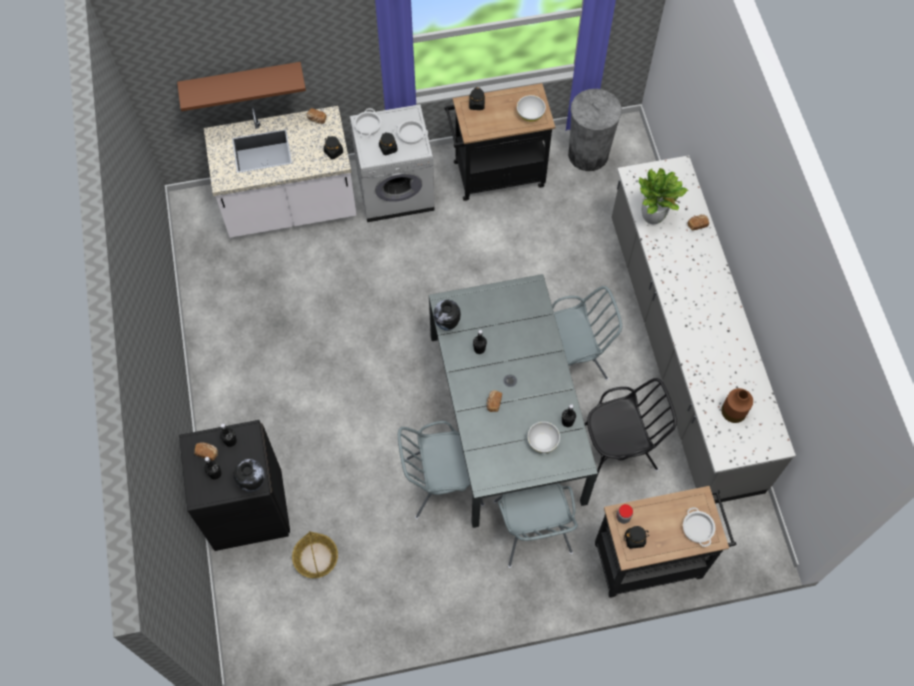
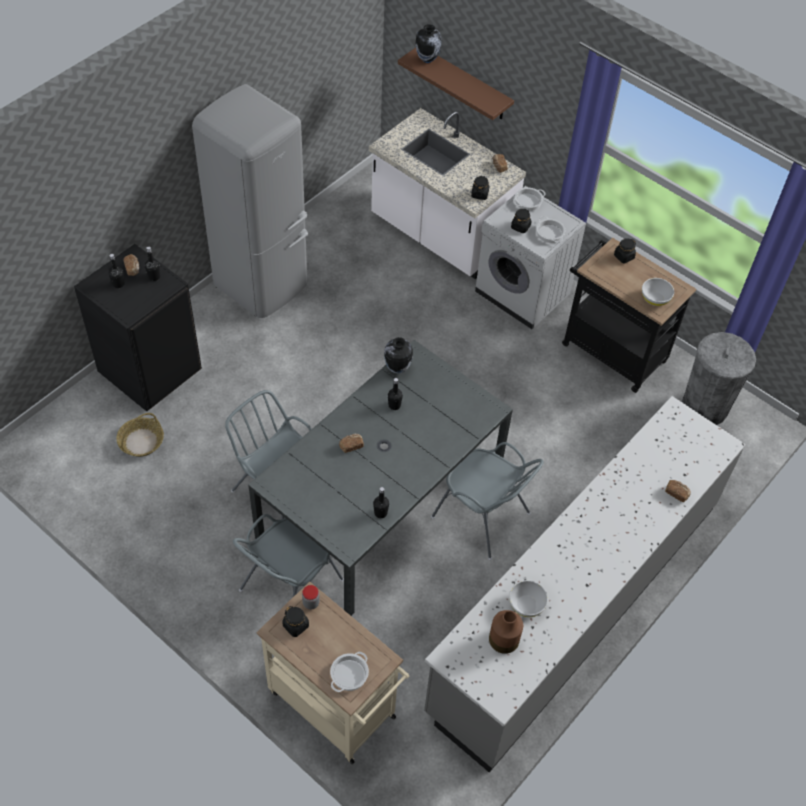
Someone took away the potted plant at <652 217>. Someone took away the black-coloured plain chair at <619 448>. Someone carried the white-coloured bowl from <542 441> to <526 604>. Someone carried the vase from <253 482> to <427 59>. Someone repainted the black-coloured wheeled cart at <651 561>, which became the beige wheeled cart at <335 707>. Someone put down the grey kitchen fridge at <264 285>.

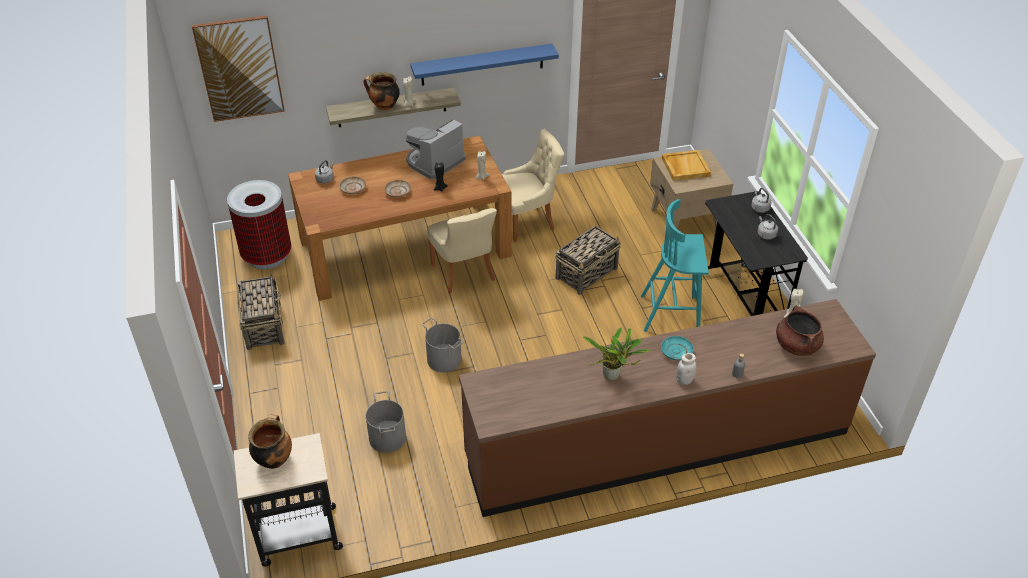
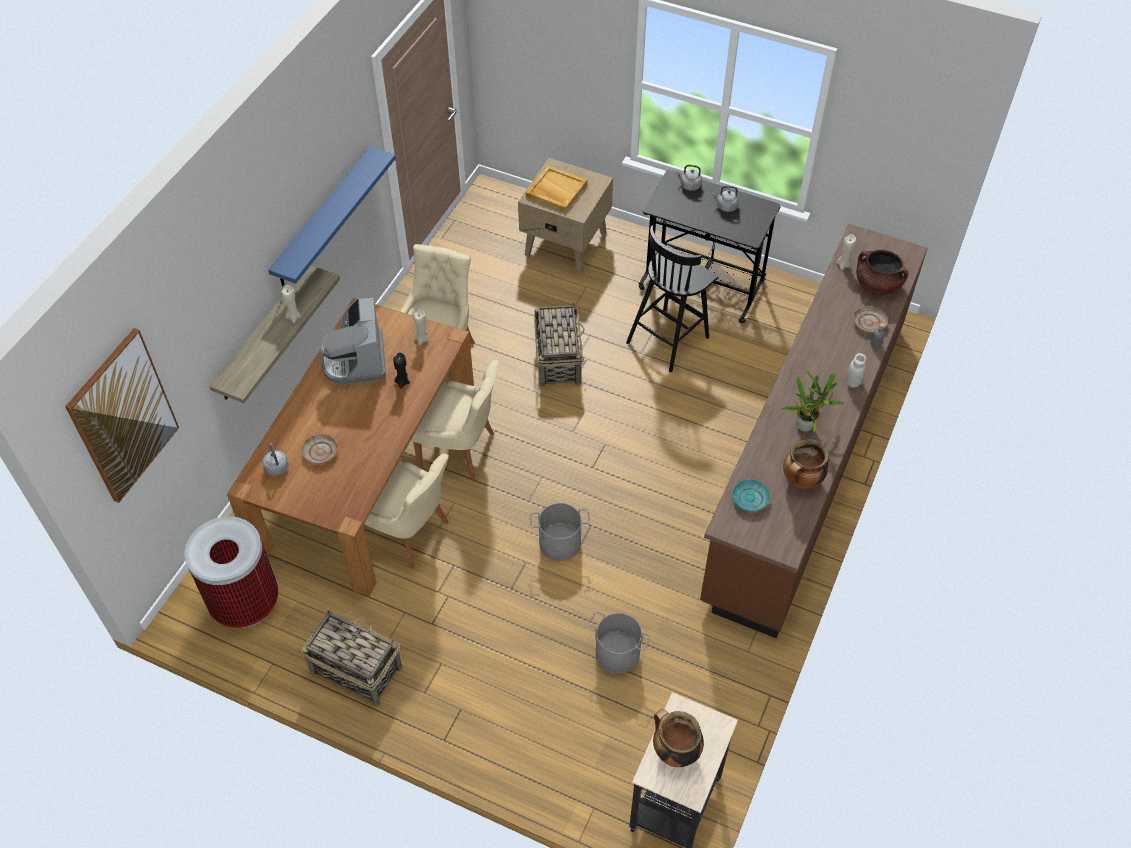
Someone carried the saucepot from <384 106> to <801 481>. Someone carried the beige flat dish from <398 192> to <869 323>. Someone repainted the turquoise-coloured sitting stool at <672 313>, which became the black-coloured sitting stool at <669 338>. Someone carried the turquoise-coloured flat dish from <676 351> to <750 499>. Someone put down the beige plain chair at <409 533>.

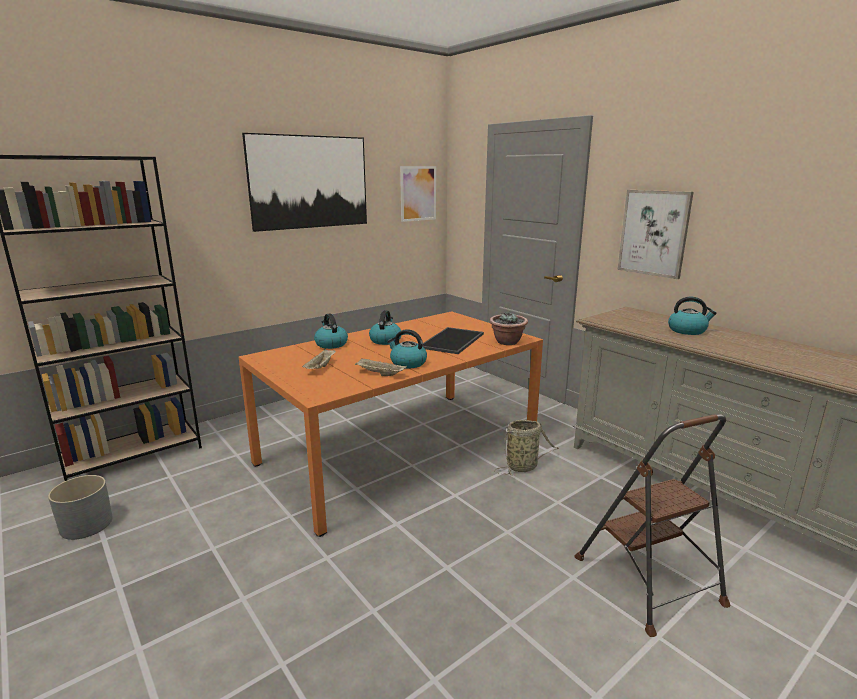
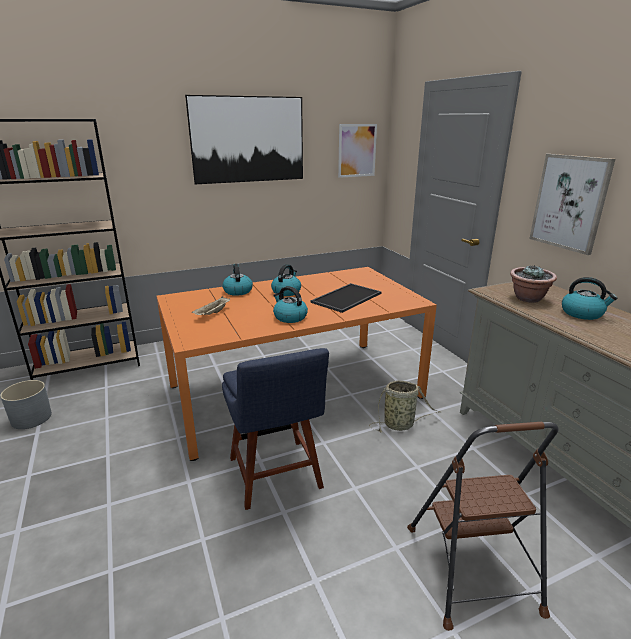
Someone carried the potted plant from <507 342> to <528 298>. Someone took away the beige serving tray at <379 374>. Someone put down the blue-coloured plain chair at <276 476>.

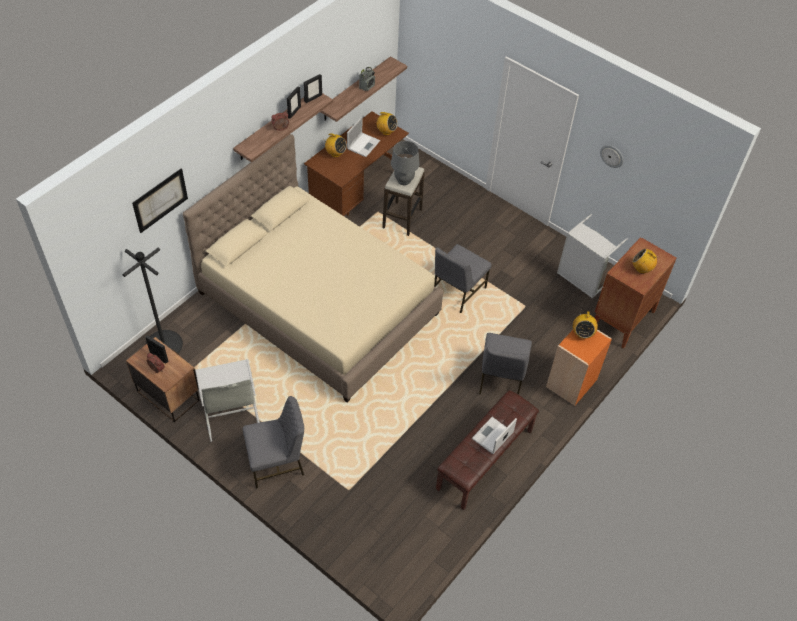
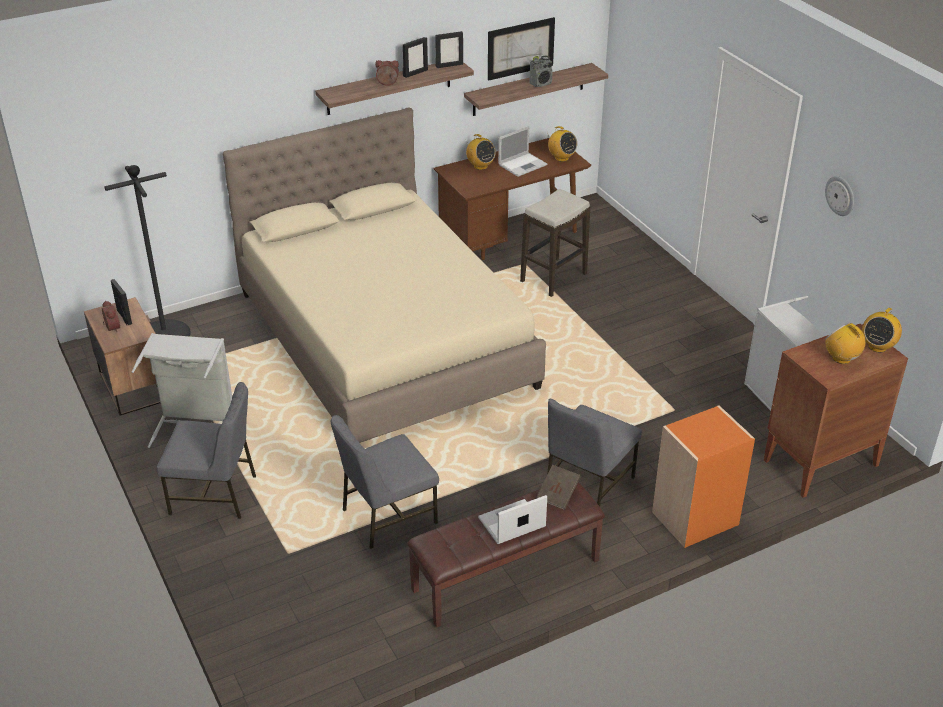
Someone took away the grey tabletop lamp at <404 180>. Someone carried the wall art from <160 200> to <520 48>. Someone carried the grey plain chair from <457 292> to <387 516>. Someone carried the radio receiver from <582 333> to <877 346>. Someone put down the brownish bound book at <558 494>.

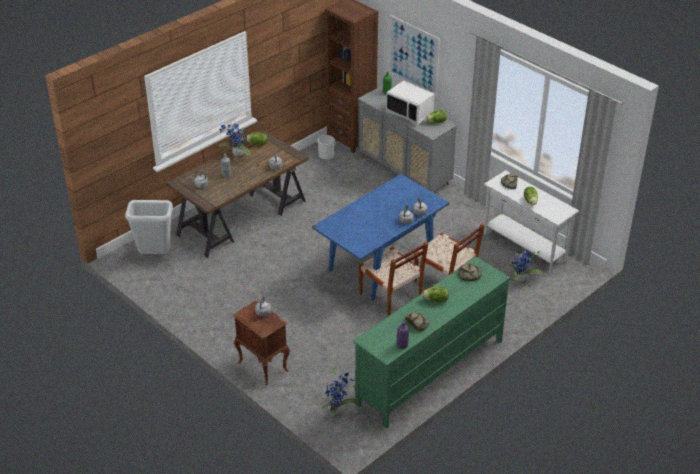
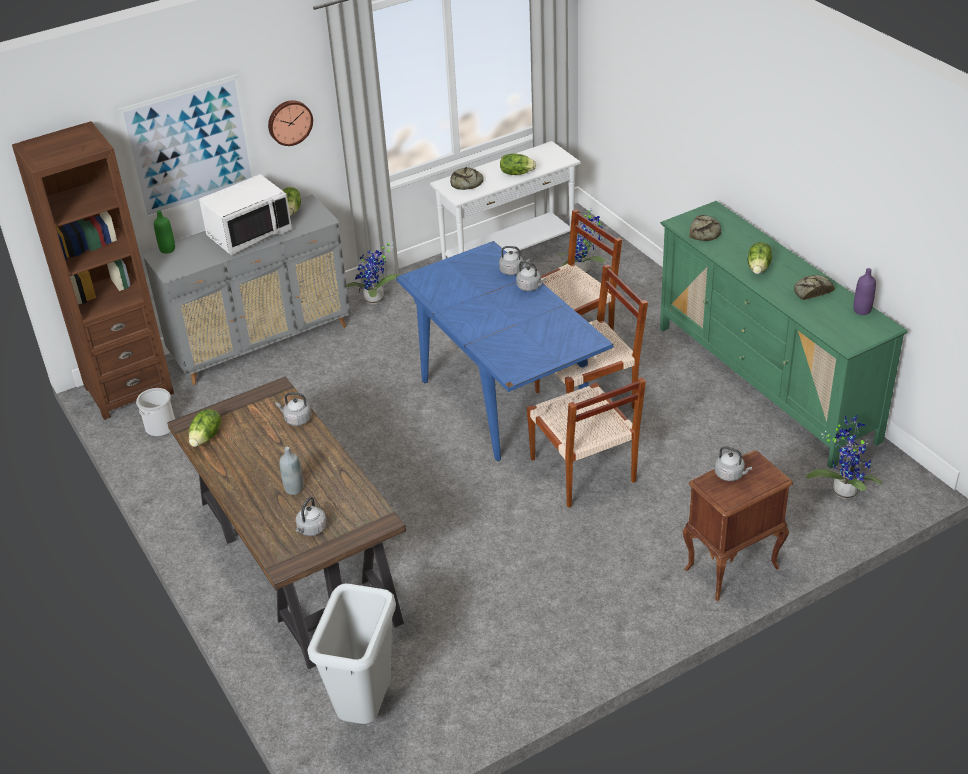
Someone carried the potted plant from <237 155> to <375 301>. Someone put up the wall clock at <289 122>. Someone put down the plain chair at <583 473>.

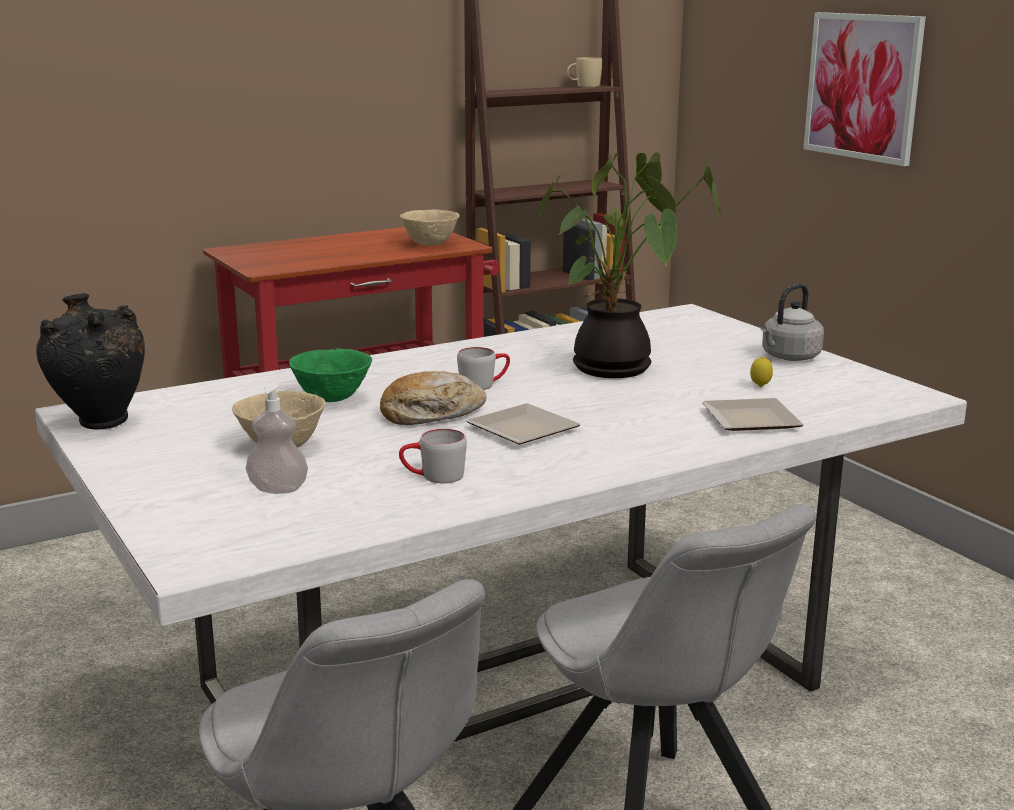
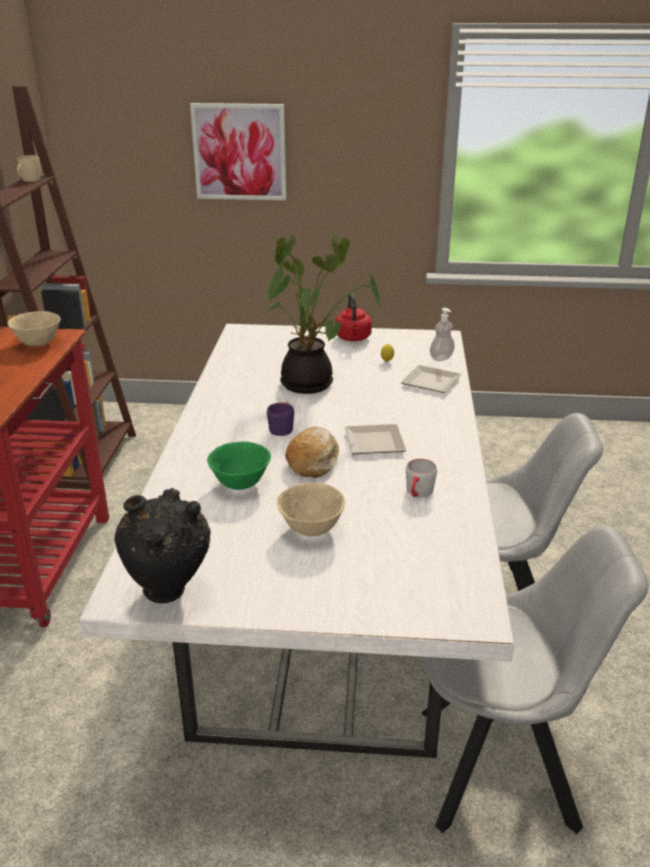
Someone repainted the grey kettle at <788 357>, which became the reddish kettle at <353 338>. Someone repainted the grey mug at <484 384>, which became the purplish mug at <282 427>. Someone carried the soap dispenser from <278 489> to <441 358>.

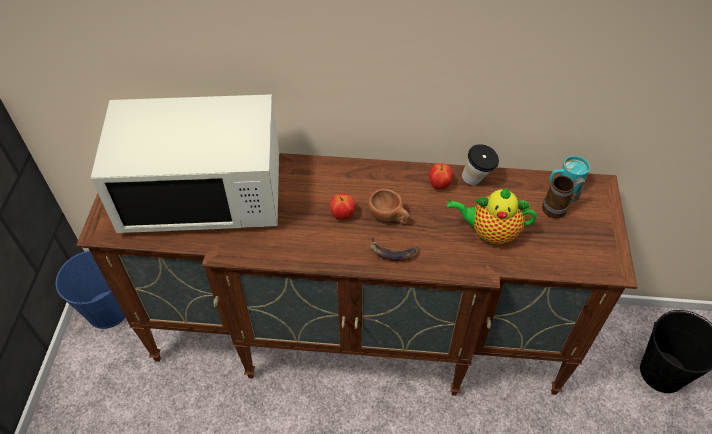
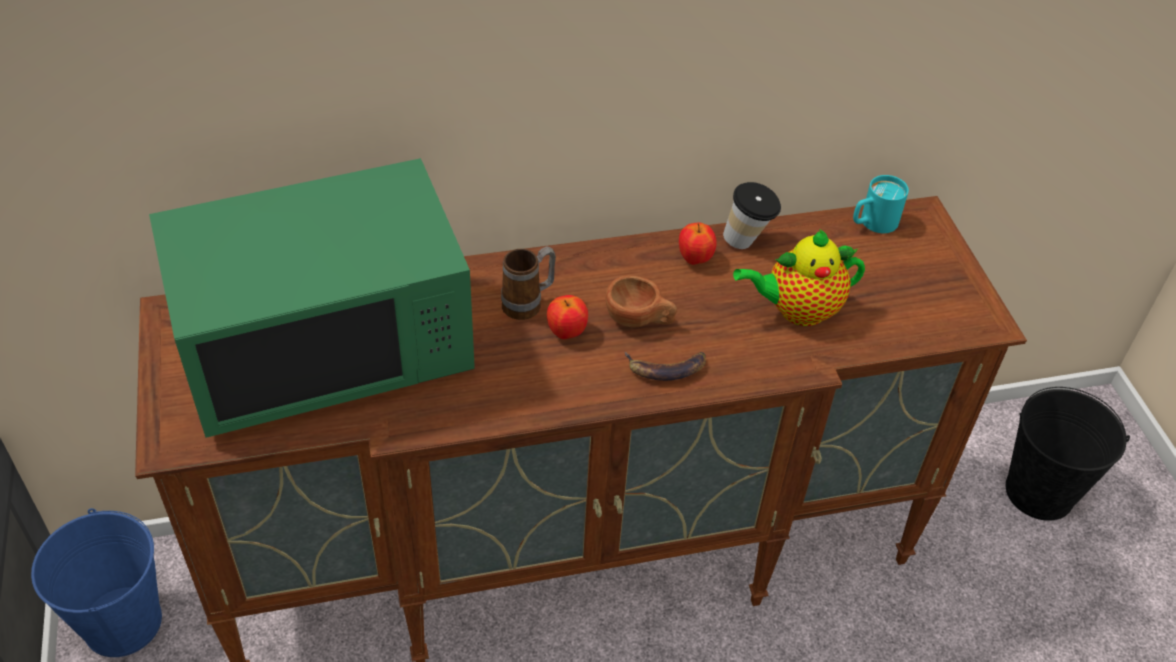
Someone repainted the white-coloured microwave at <203 195>, which became the green-coloured microwave at <327 349>. Someone carried the mug from <559 208> to <529 304>.

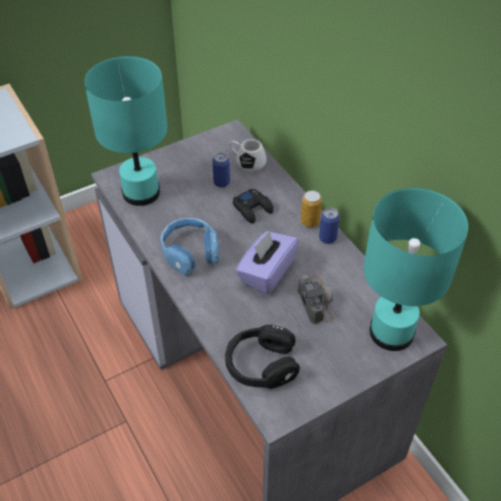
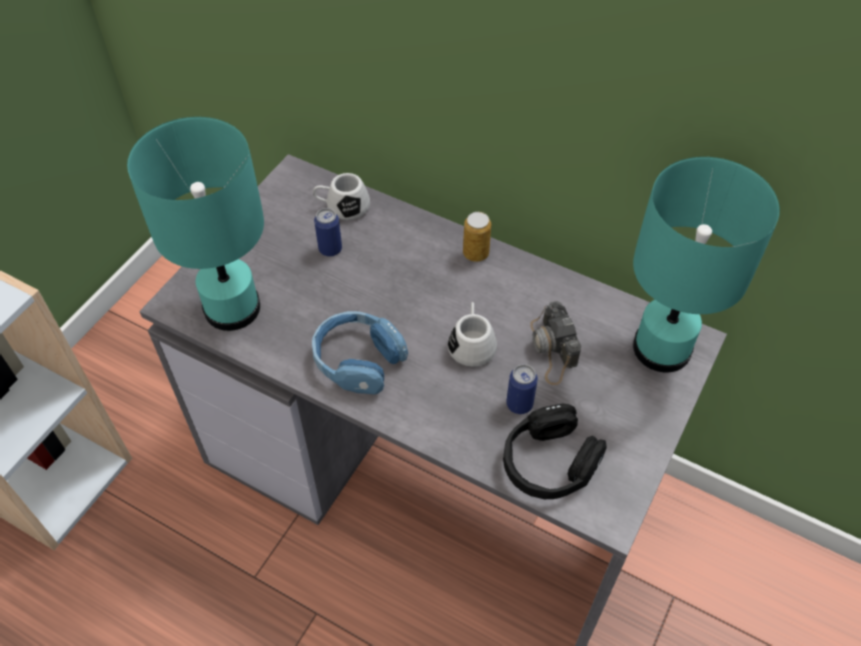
Someone took away the black-coloured joypad at <253 209>. Someone carried the sealed can from <327 238> to <519 404>. Someone swapped the purplish box of tissues at <266 273> for the white-coloured mug at <471 343>. Someone rotated the still camera at <315 299> by 150 degrees counterclockwise.

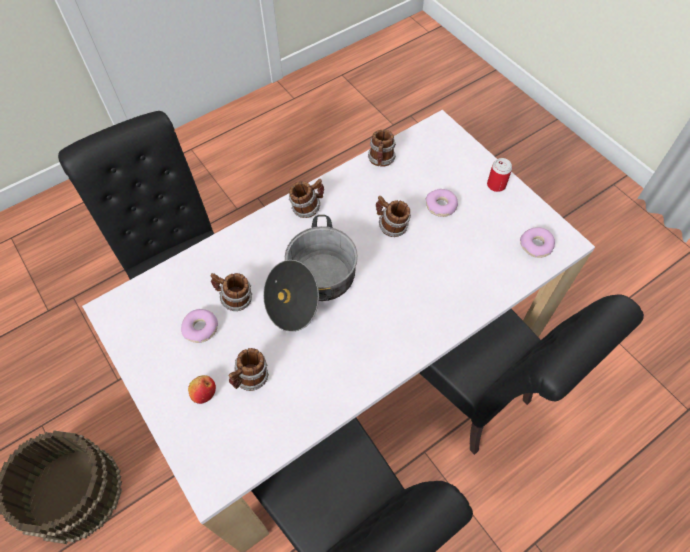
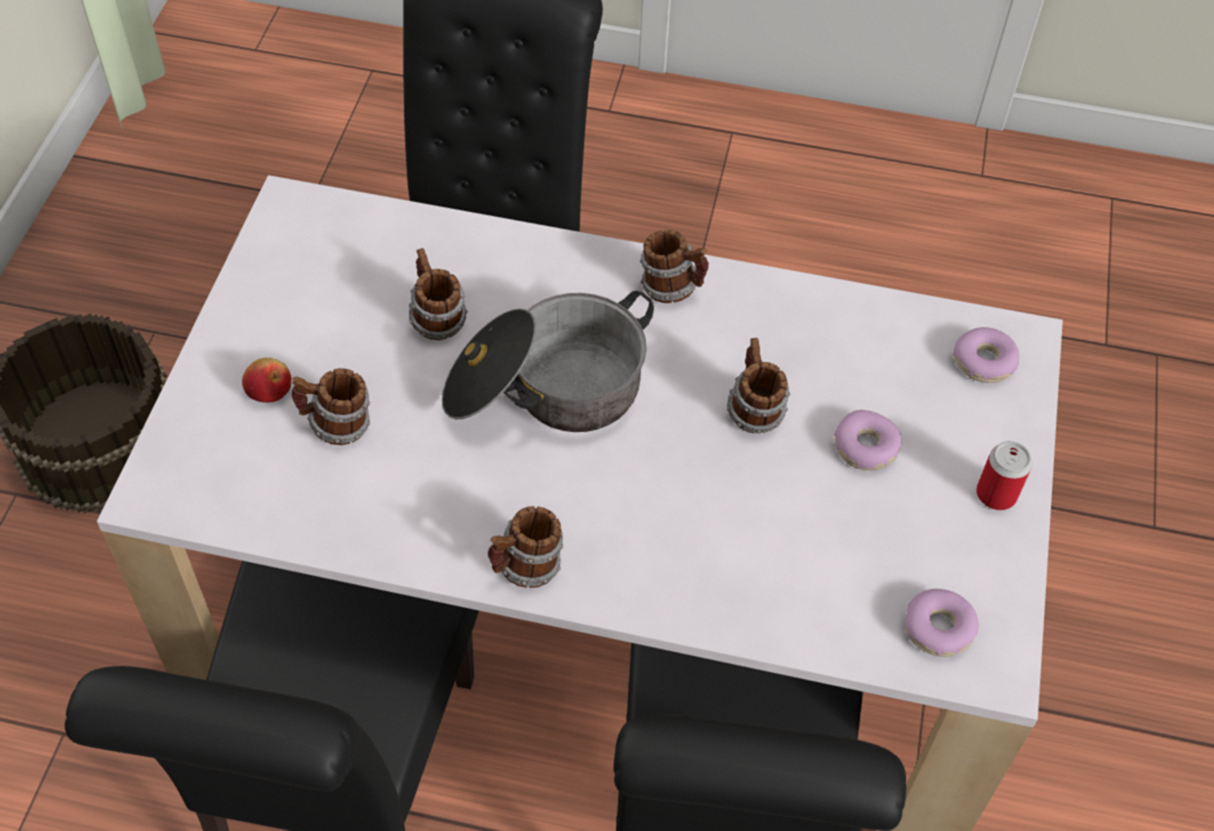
Someone carried the mug from <381 161> to <526 568>. Someone carried the doughnut from <201 328> to <984 362>.

